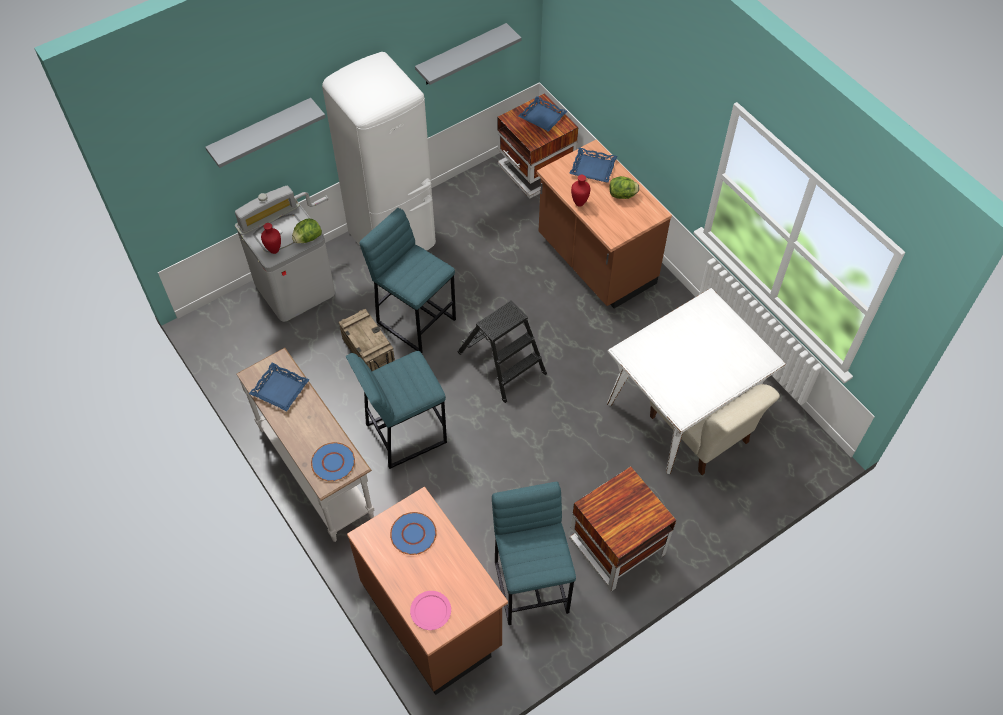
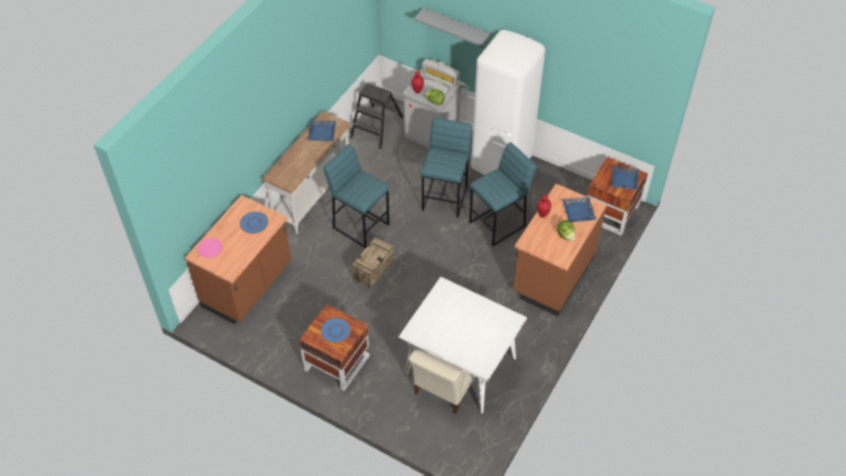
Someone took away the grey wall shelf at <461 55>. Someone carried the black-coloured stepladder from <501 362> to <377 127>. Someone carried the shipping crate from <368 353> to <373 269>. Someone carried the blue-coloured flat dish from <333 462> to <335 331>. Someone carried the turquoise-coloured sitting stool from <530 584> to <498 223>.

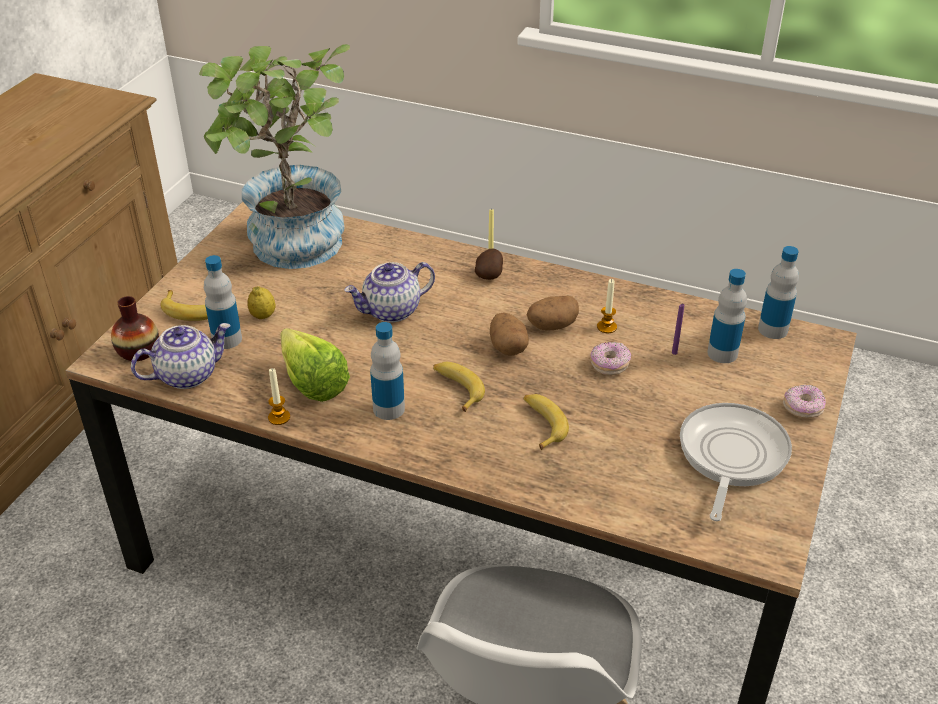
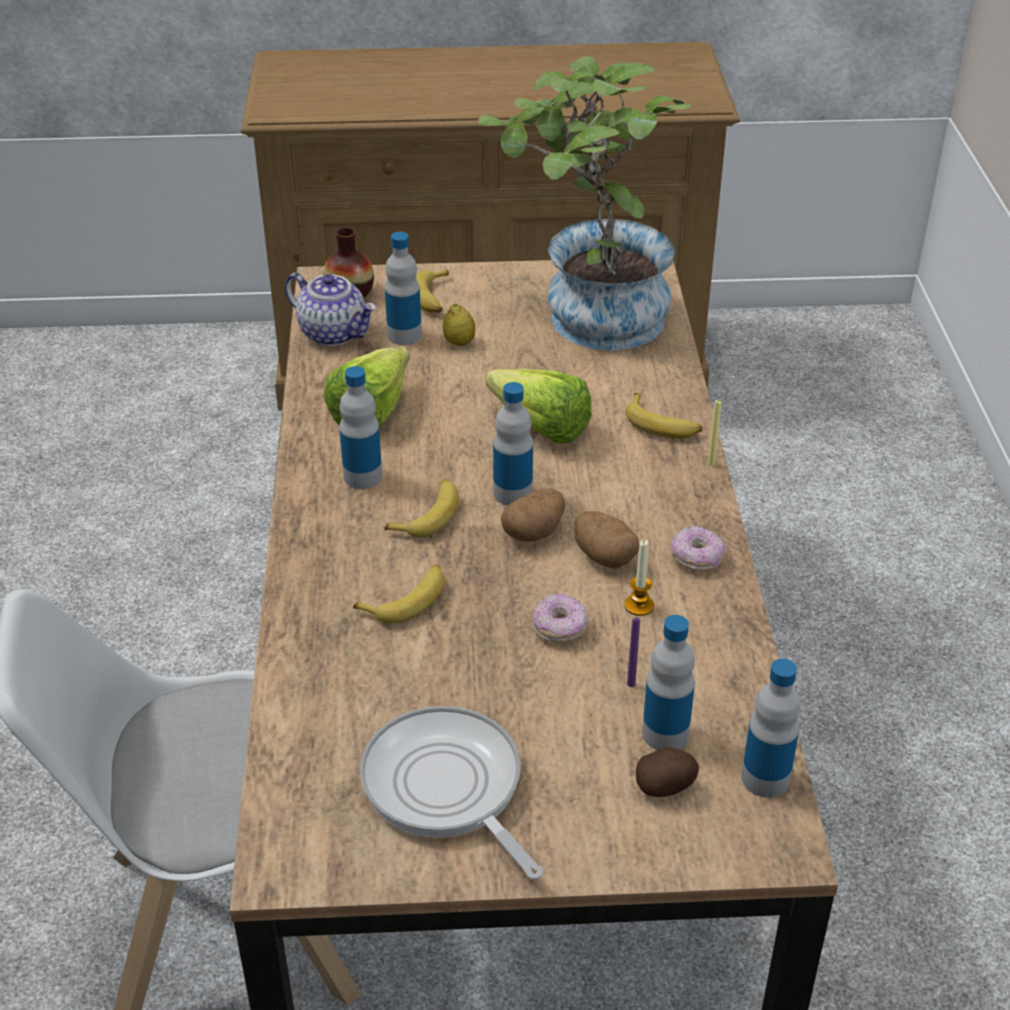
Someone carried the spud from <489 274> to <666 786>. Someone swapped the tea pot at <391 311> for the lettuce at <534 424>. Someone took away the wax light at <279 417>. Someone carried the doughnut from <802 409> to <696 558>. Someone rotated the pan at <730 456> by 120 degrees counterclockwise. Someone put down the beverage bottle at <512 493>. Someone put down the whole banana at <662 425>.

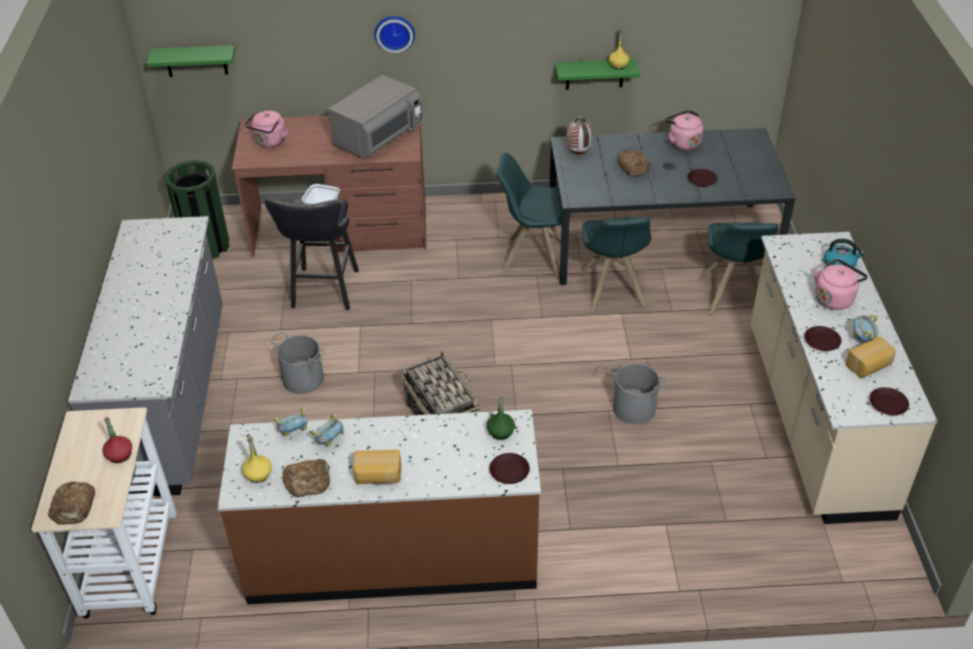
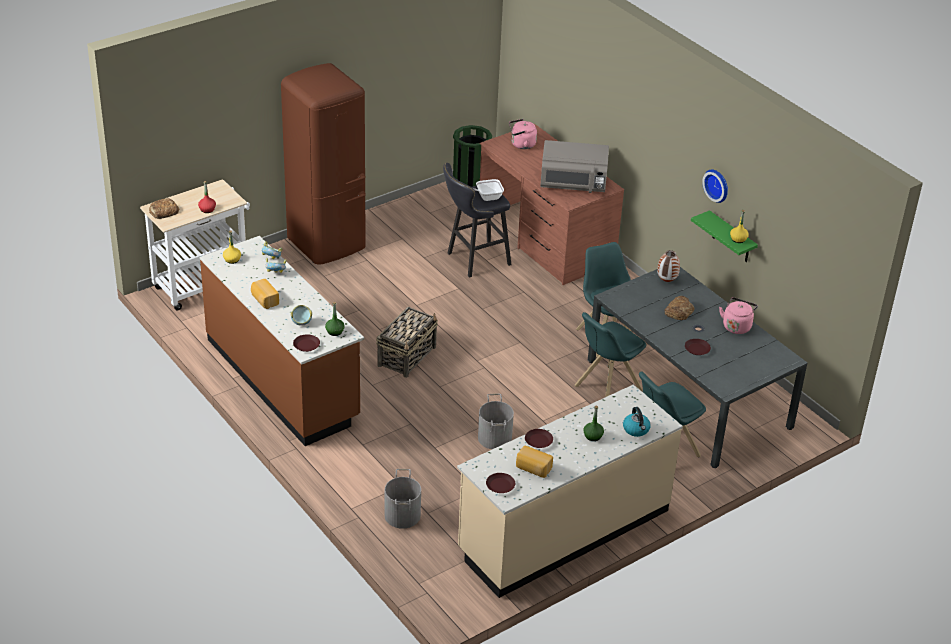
Someone carried the wall clock from <394 32> to <717 185>. Someone took away the green-coloured wall shelf at <196 61>. Someone swapped the grey kitchen base unit at <173 399> for the brownish kitchen fridge at <328 244>. Someone swapped the pink kettle at <834 298> for the green-coloured beverage bottle at <593 436>. Someone carried the bowl from <863 338> to <301 323>. Someone carried the grey pail from <303 379> to <402 515>. Someone took away the bread at <307 480>.

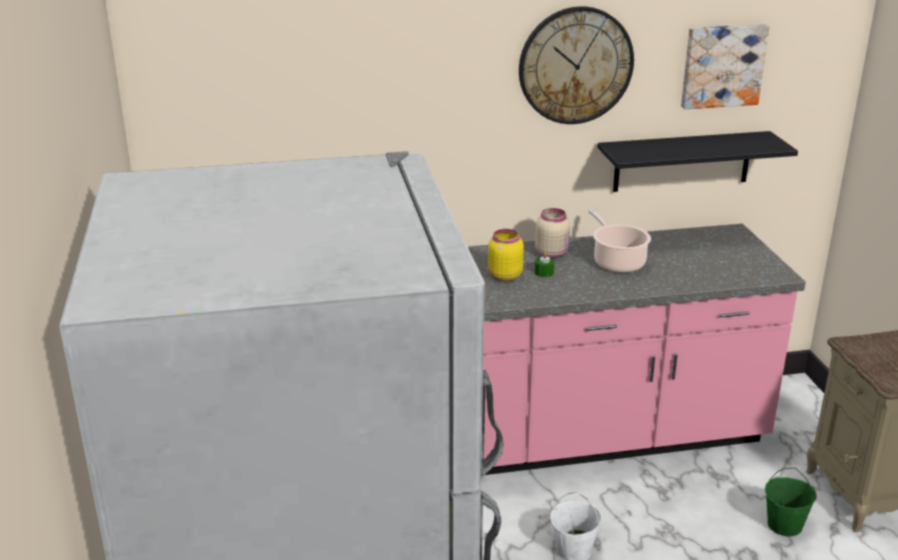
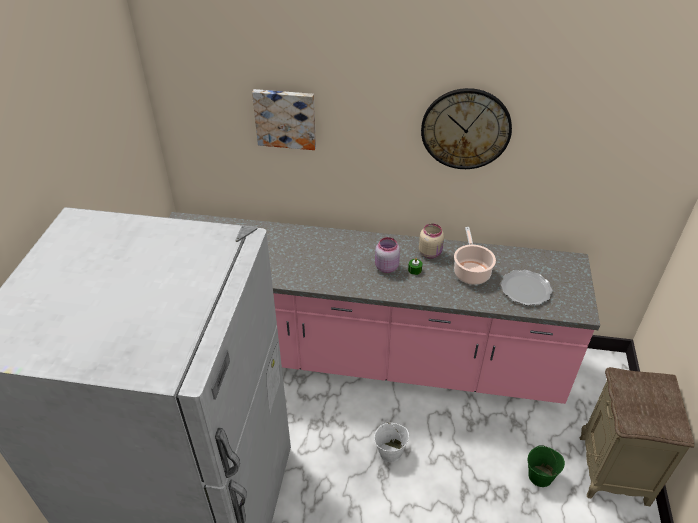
Someone carried the wall art from <722 65> to <285 118>. Someone took away the black-coloured wall shelf at <682 161>. Someone repainted the yellow storage jar at <503 276>, which became the pink storage jar at <386 267>. Someone put down the flat dish at <525 289>.

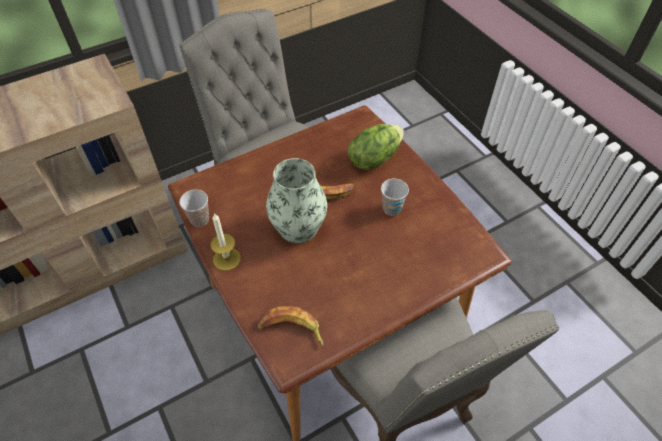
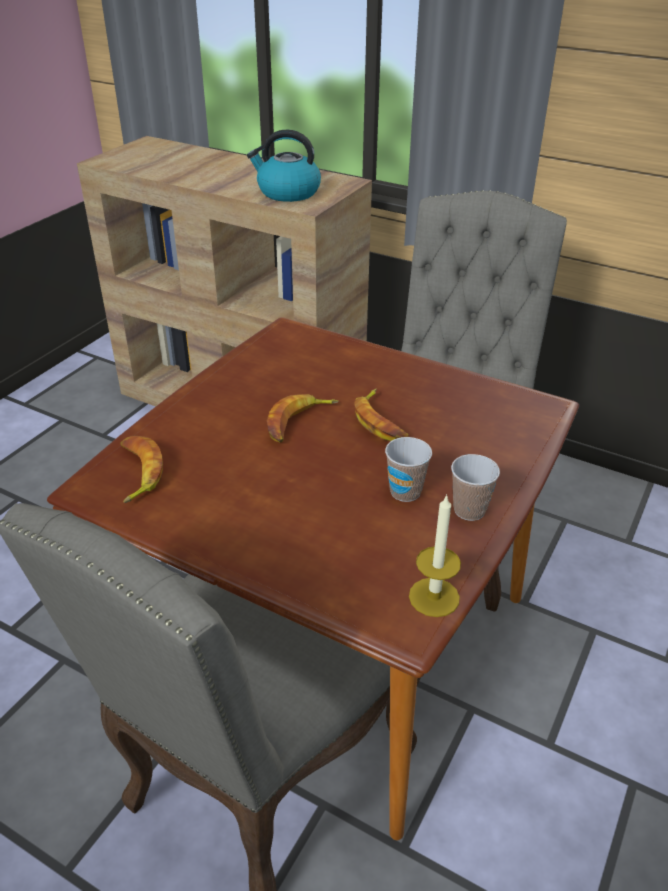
Someone took away the lettuce at <374 158>. Someone swapped the vase at <298 226> for the whole banana at <298 422>. Someone carried the drinking cup from <199 220> to <469 510>. Someone carried the wax light from <226 259> to <434 597>. Someone put down the kettle at <287 192>.

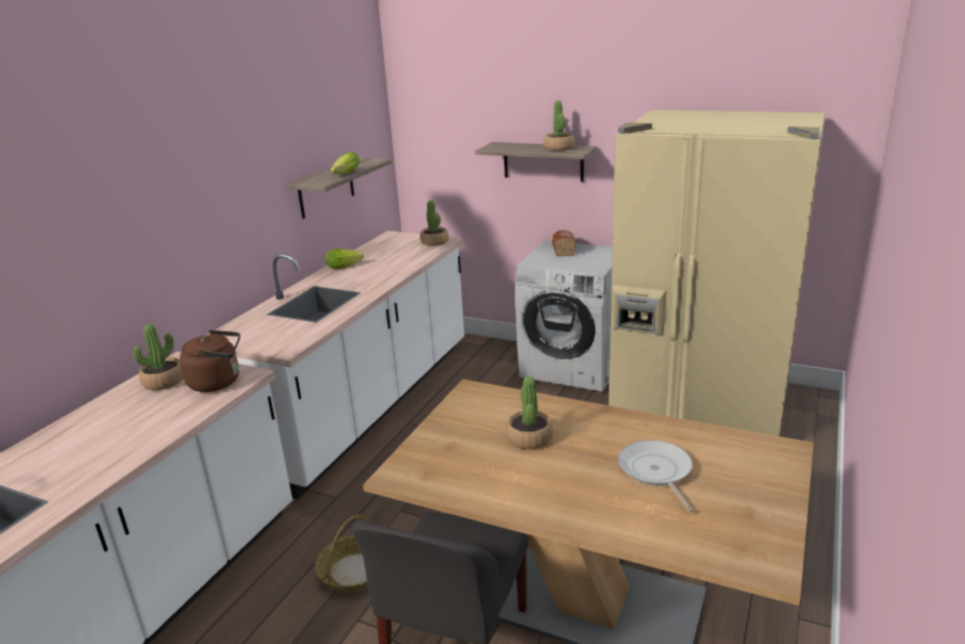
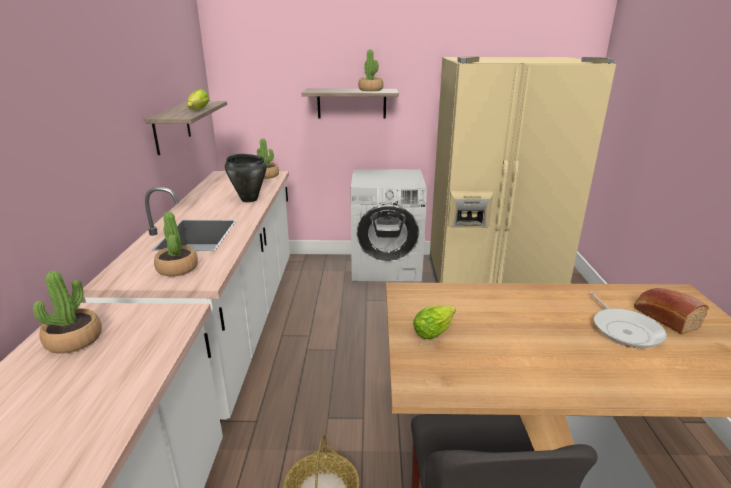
Someone carried the bread from <563 250> to <663 317>. Someone carried the lettuce from <346 266> to <435 330>. Someone took away the brownish kettle at <218 382>. Someone carried the potted plant from <529 438> to <177 268>. Someone rotated the pan at <656 472> by 150 degrees counterclockwise. Someone put down the black-coloured saucepot at <249 199>.

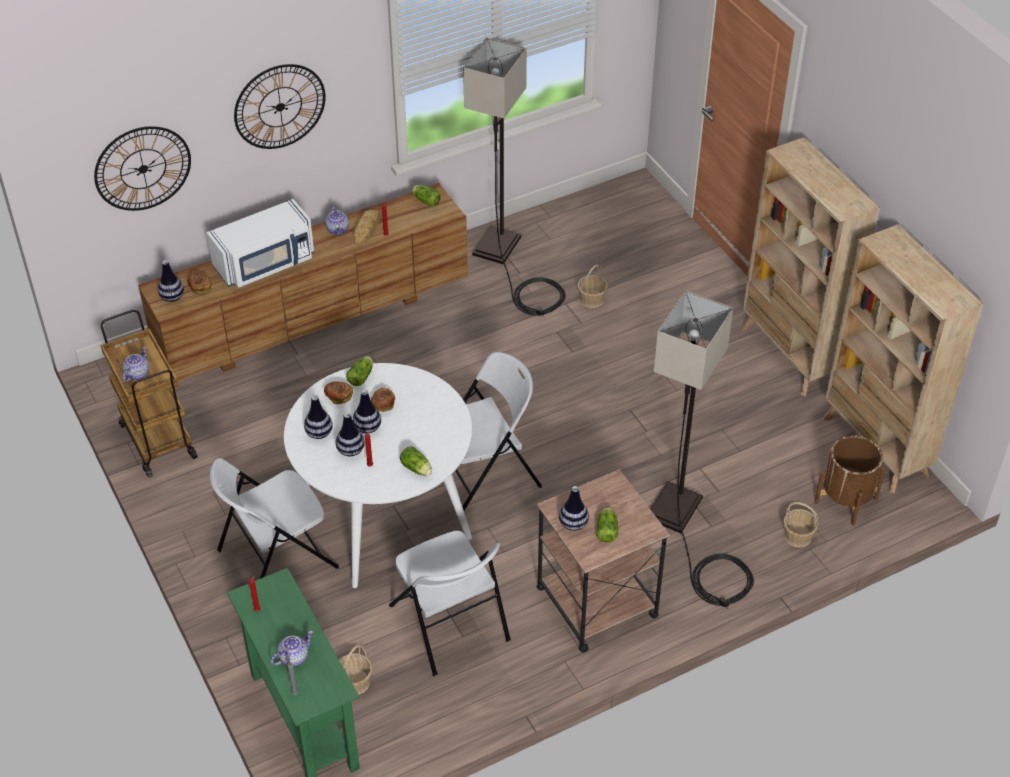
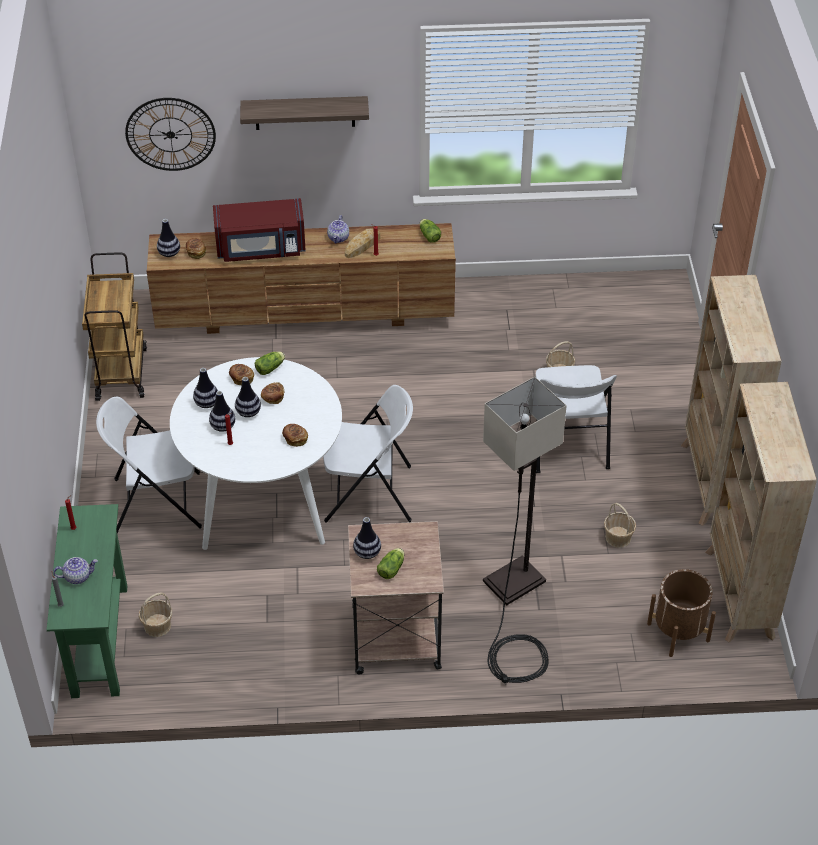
Someone took away the floor lamp at <518 274>. Someone swapped the wall clock at <280 106> for the wall shelf at <305 113>. Someone repainted the white-coloured microwave at <265 264>, which became the reddish microwave at <261 248>. Someone took away the tea pot at <137 373>. Someone took away the lettuce at <417 469>. Someone carried the storage basket from <798 536> to <618 537>. Someone carried the white-coloured plain chair from <449 623> to <567 441>. Someone put down the bread at <295 439>.

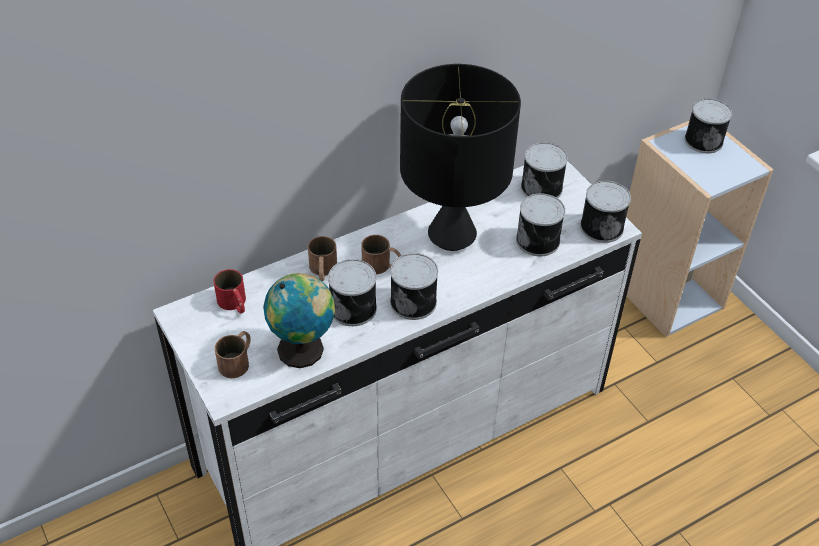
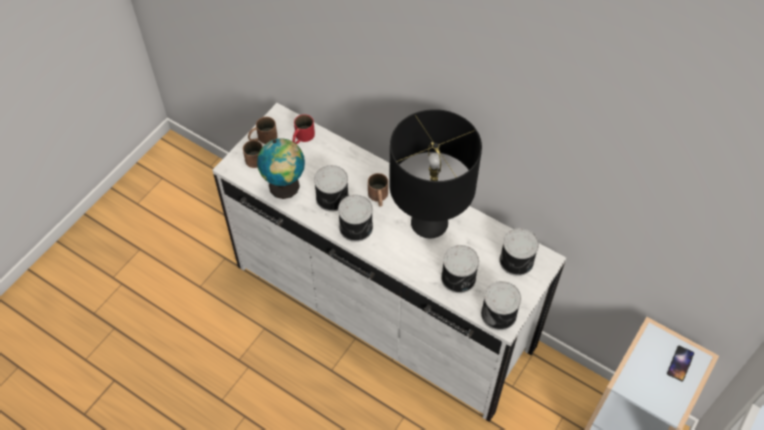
Someone swapped the sealed can at <703 140> for the phone at <680 363>. Someone carried the brownish mug from <322 271> to <263 138>.

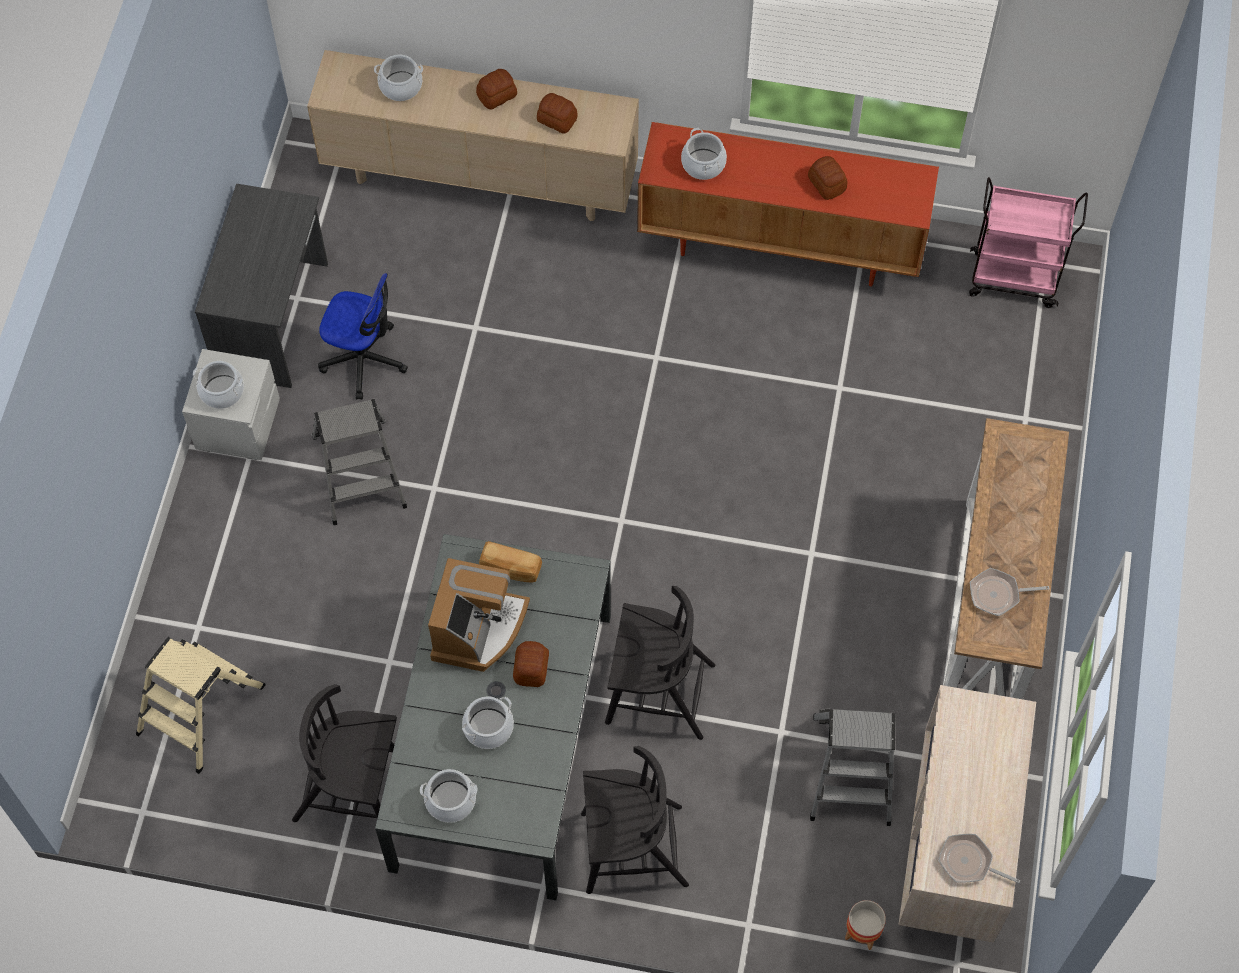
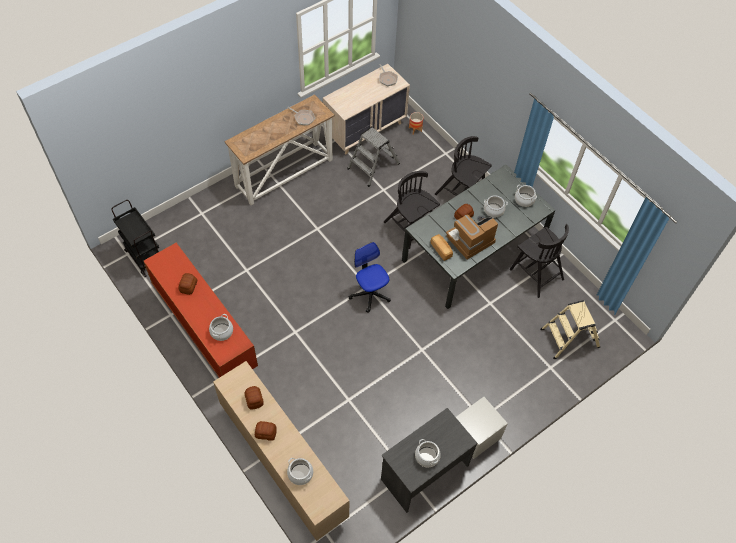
Someone repainted the pink wheeled cart at <1014 280>, which became the black-coloured wheeled cart at <145 257>. Someone carried the computer chair from <364 359> to <370 293>. Someone carried the saucepot from <222 392> to <427 456>. Someone took away the grey stepladder at <359 470>.

